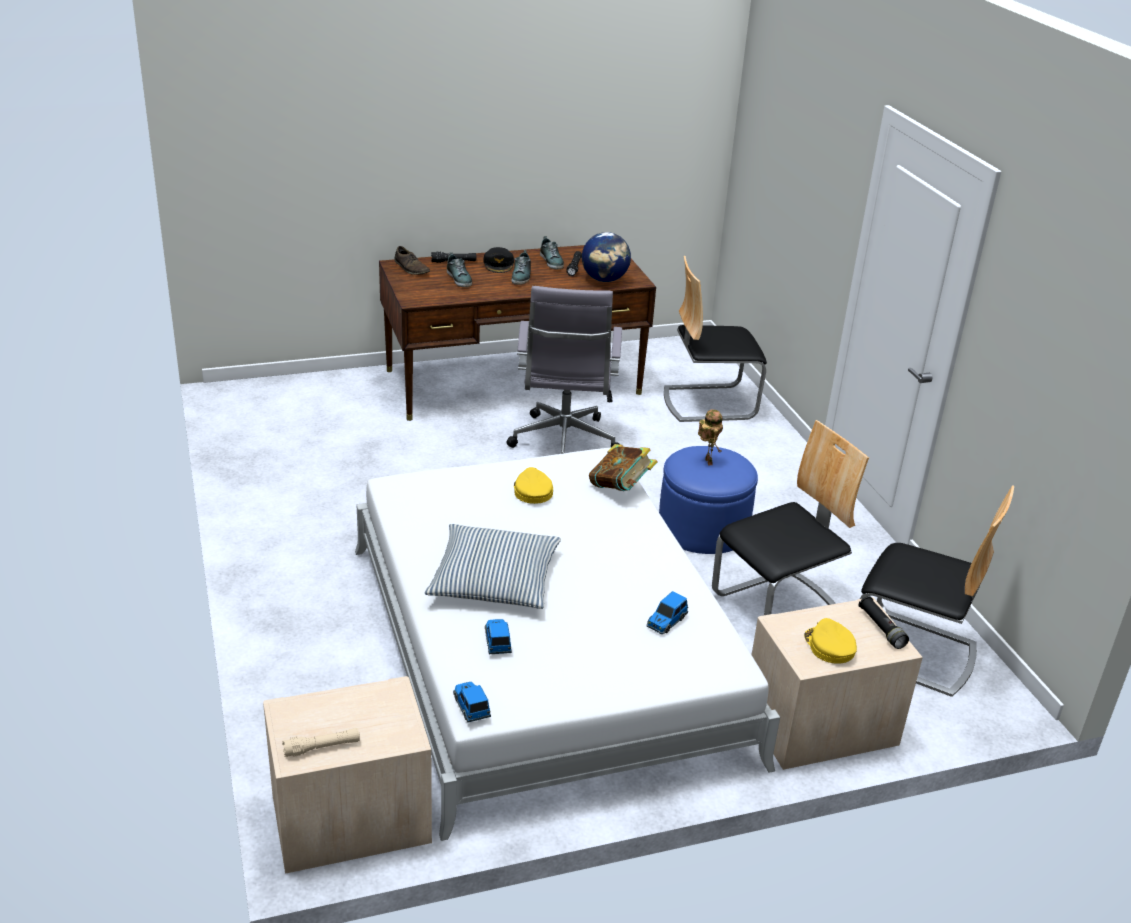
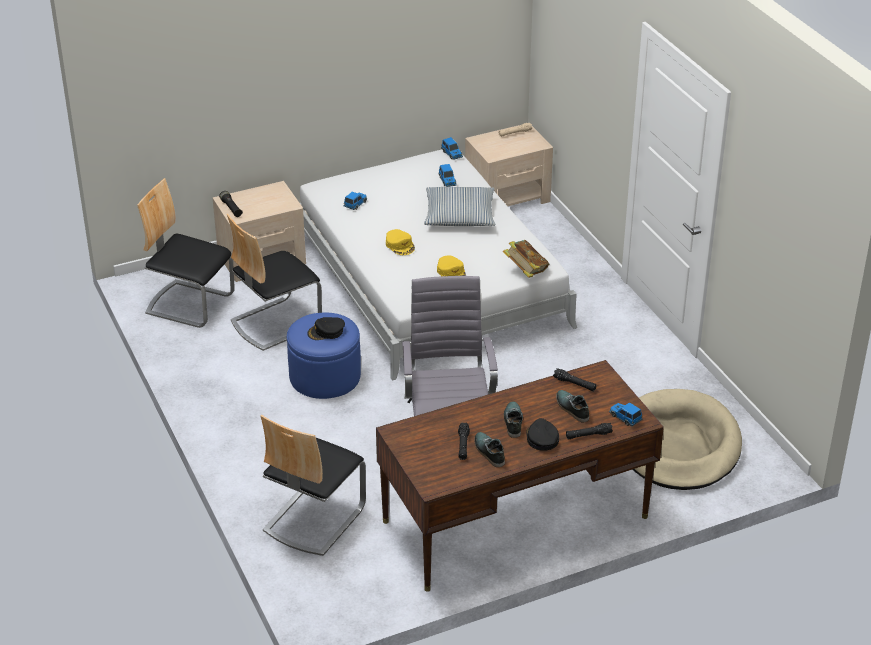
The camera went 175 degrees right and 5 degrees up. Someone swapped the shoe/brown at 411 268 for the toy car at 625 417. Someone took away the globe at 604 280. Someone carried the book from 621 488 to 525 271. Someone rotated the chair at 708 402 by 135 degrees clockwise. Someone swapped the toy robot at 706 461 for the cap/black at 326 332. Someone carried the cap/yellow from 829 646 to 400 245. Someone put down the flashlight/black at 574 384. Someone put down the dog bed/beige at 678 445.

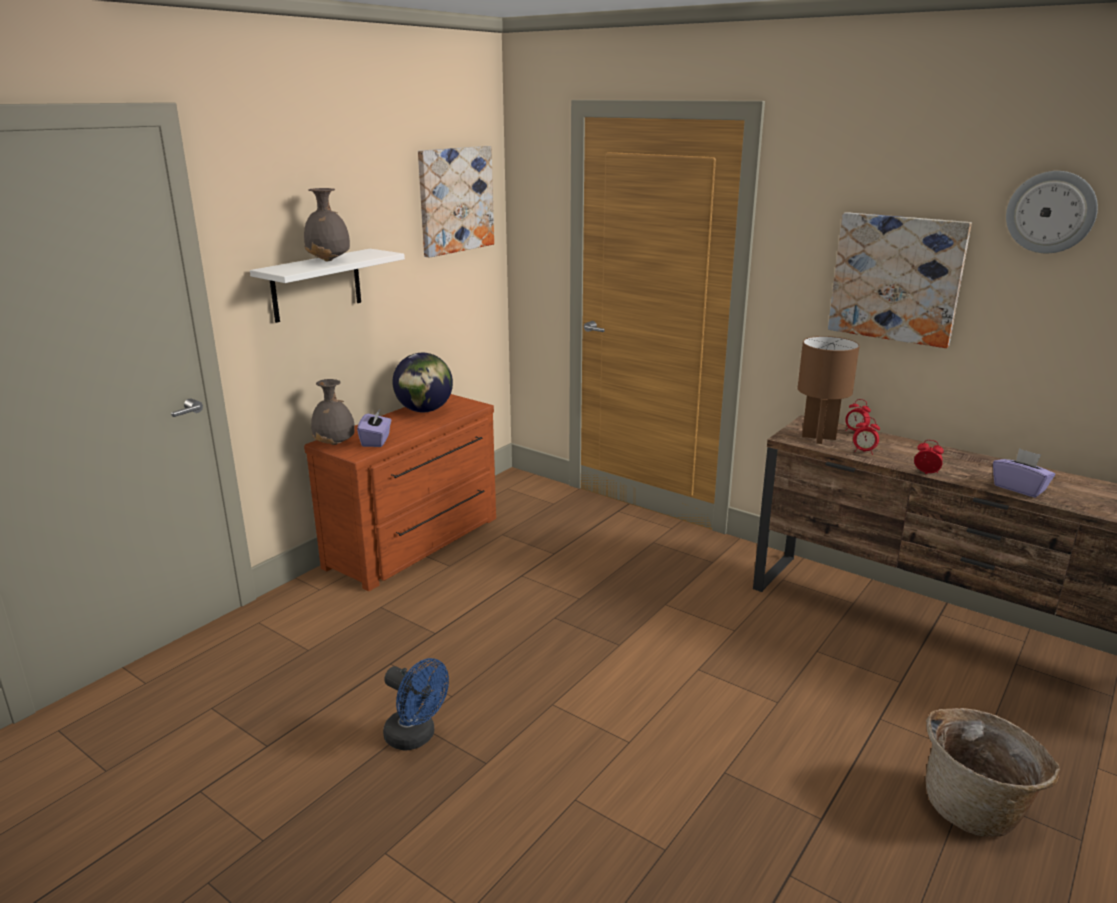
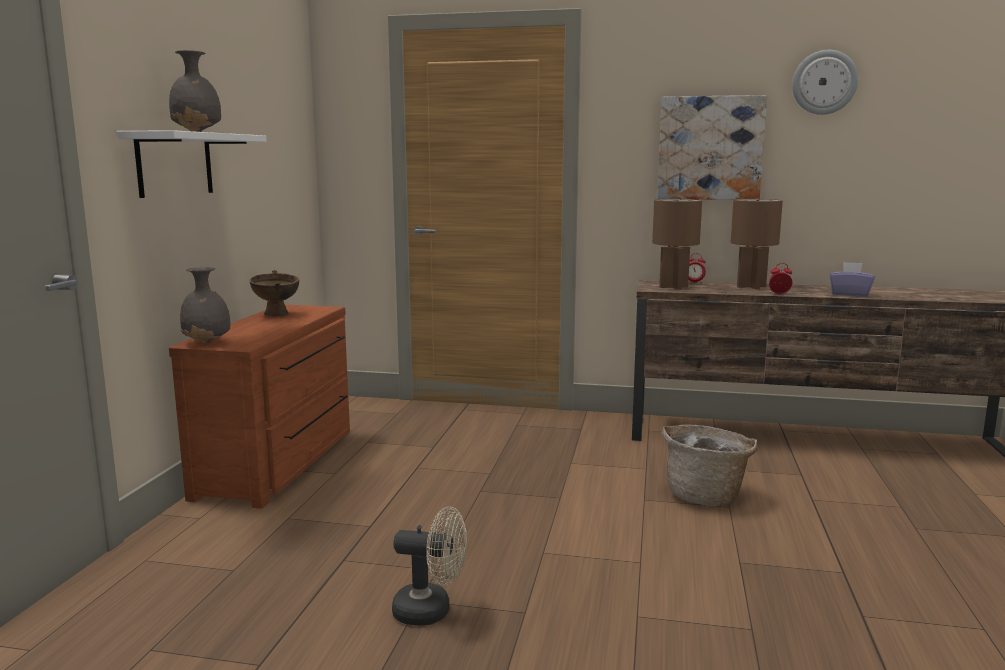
The camera went 25 degrees left and 10 degrees down. Someone took away the tissue box/purple at 376 441. Someone repainted the fan/blue at 416 737, which became the fan/beige at 431 611. Someone swapped the globe at 424 410 for the bowl/brown at 277 315. Someone took away the picture at 455 200. Someone took away the alarm clock at 864 451. Someone carried the basket from 976 807 to 706 495. Someone put down the table lamp/brown at 750 287.

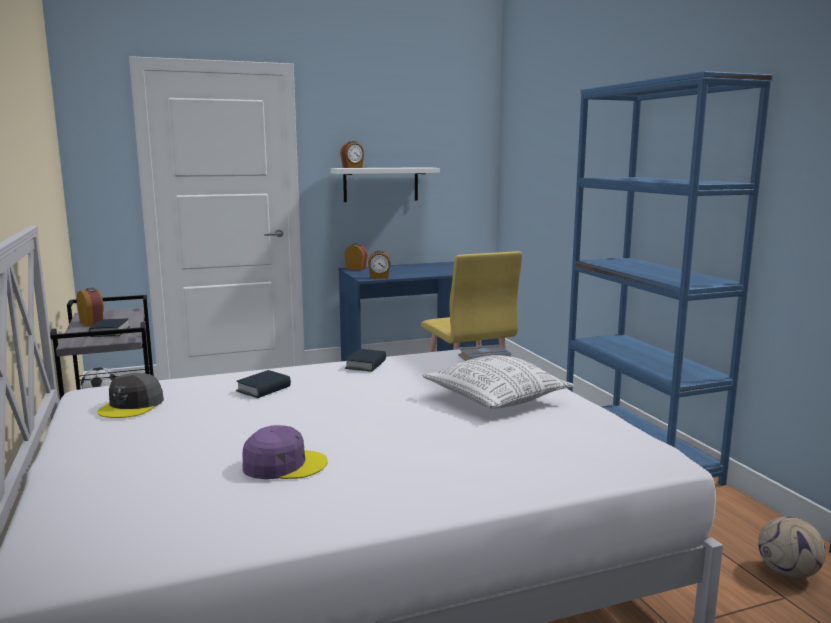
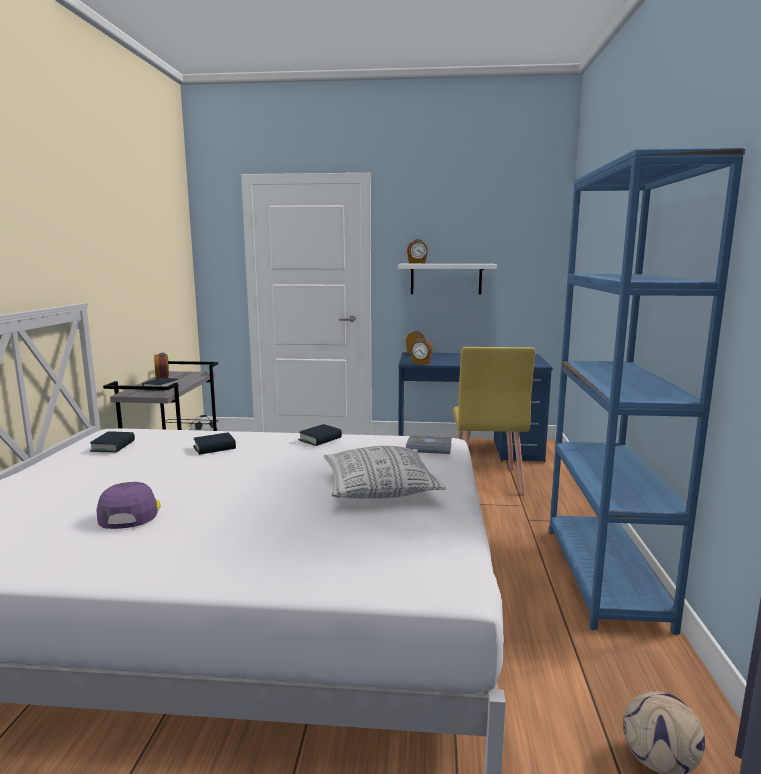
The camera went 25 degrees right and 0 degrees up. Someone swapped the cap/grey at 132 405 for the book at 113 446. Someone rotated the cap/purple at 283 464 by 120 degrees counterclockwise.

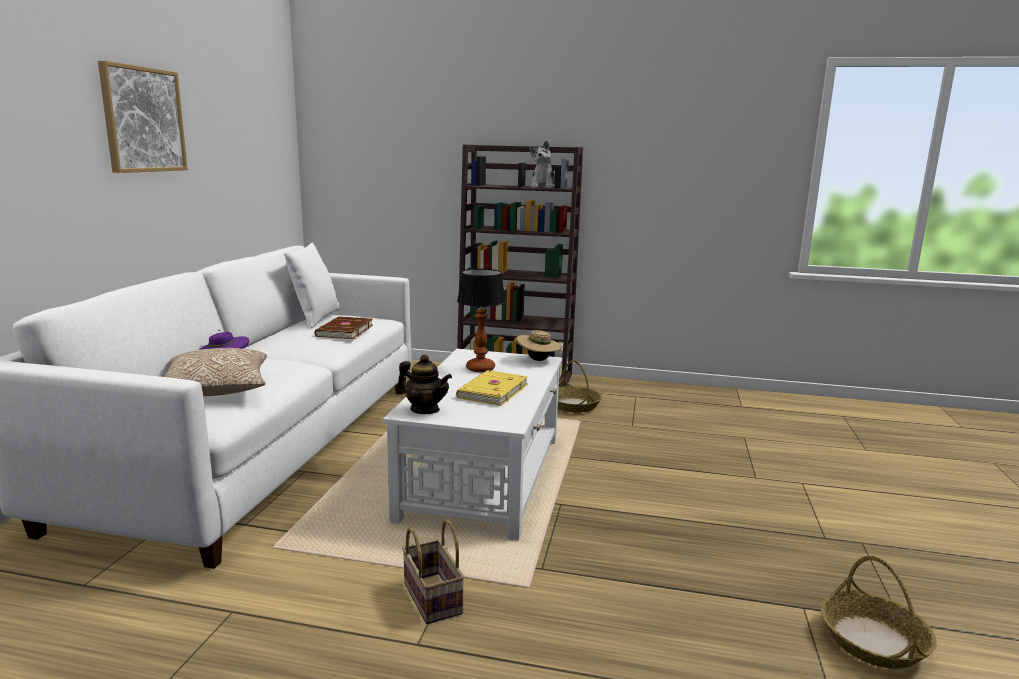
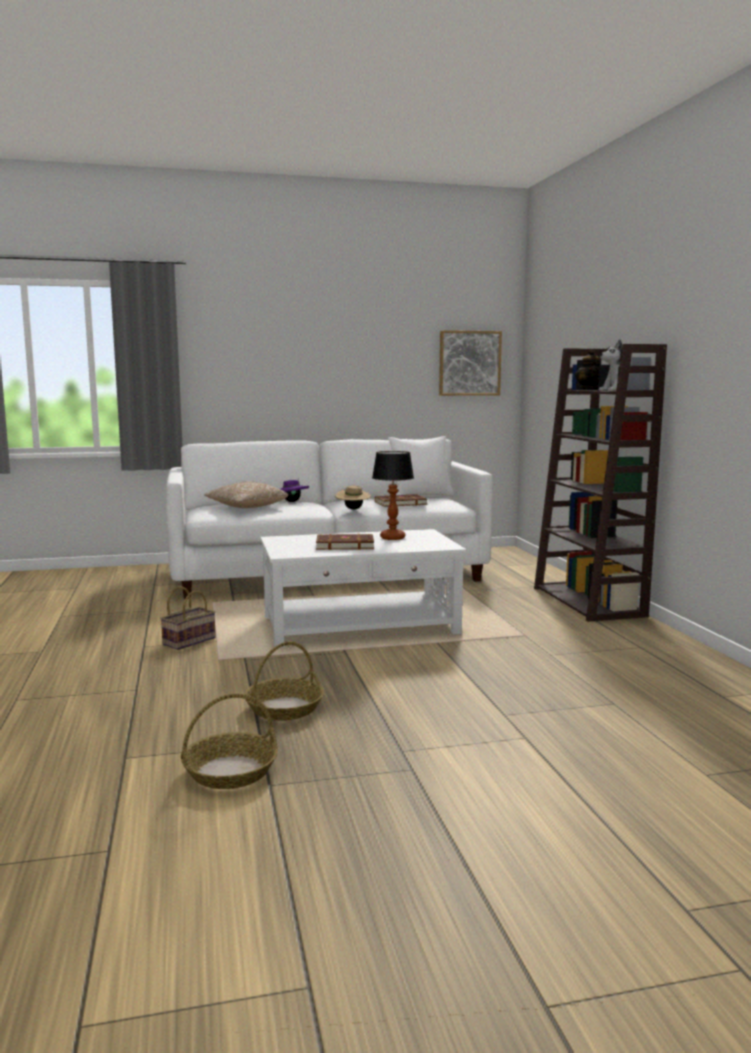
The camera went 65 degrees right and 5 degrees down. Someone carried the picture from 143 120 to 469 363. Someone carried the teapot from 425 410 to 589 390. Someone repainted the book/yellow at 491 391, which became the book/brown at 344 545. Someone carried the hat/beige from 538 360 to 353 509. Someone carried the basket from 574 405 to 284 708.

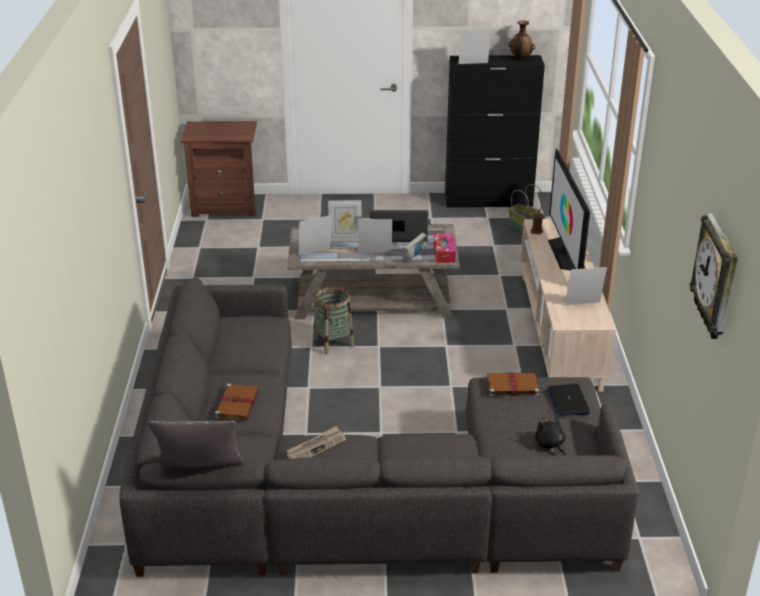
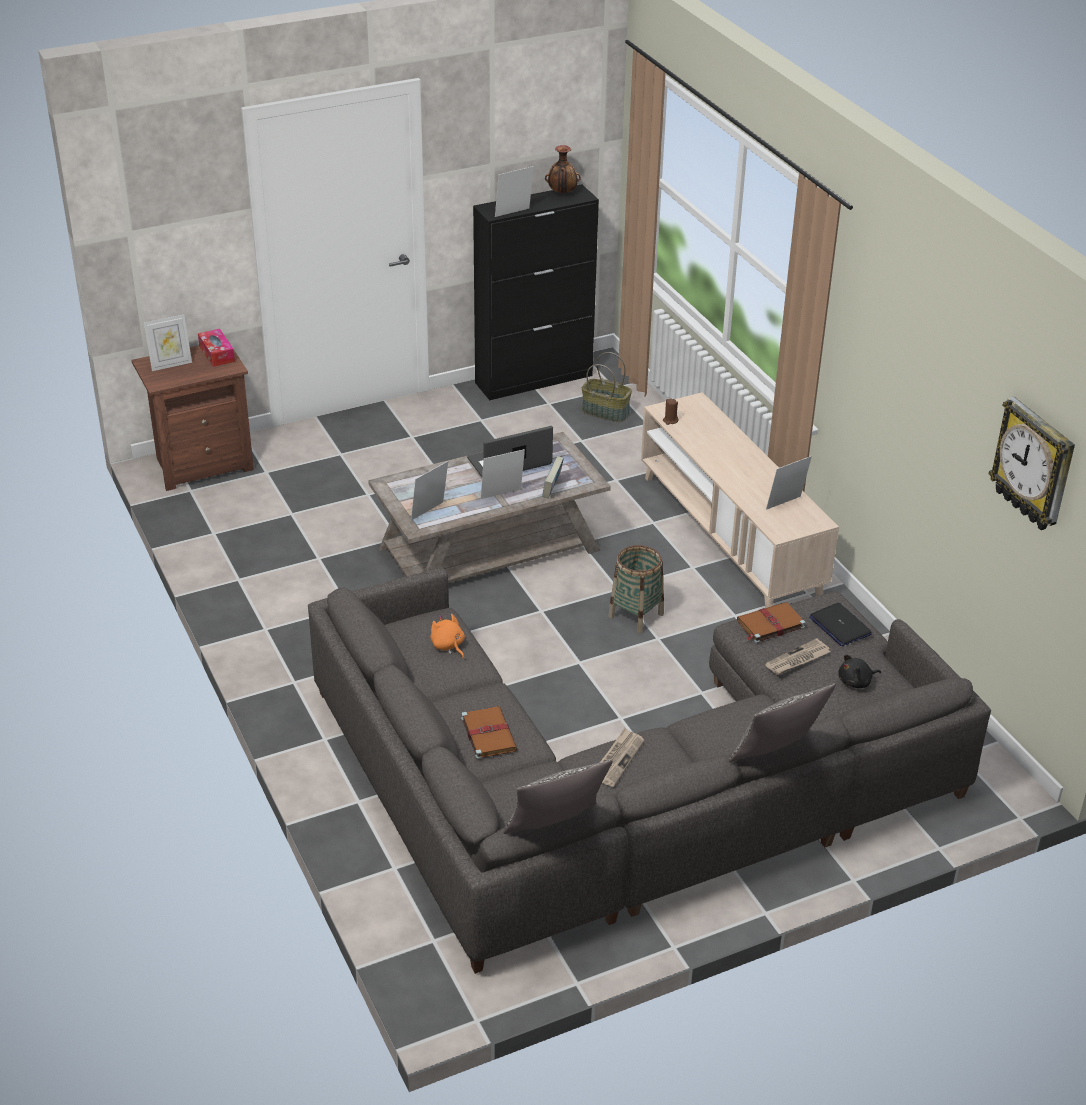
The camera went 25 degrees left and 5 degrees up. Someone carried the basket from 333 342 to 636 615. Someone carried the picture frame from 345 238 to 170 364. Someone carried the tissue box from 444 253 to 217 354. Someone rotated the plush toy/black at 550 445 by 60 degrees counterclockwise. Someone took away the television at 566 254. Someone put down the plush toy/orange at 448 646. Someone put down the pillow at 776 755. Someone put down the newspaper at 797 659.

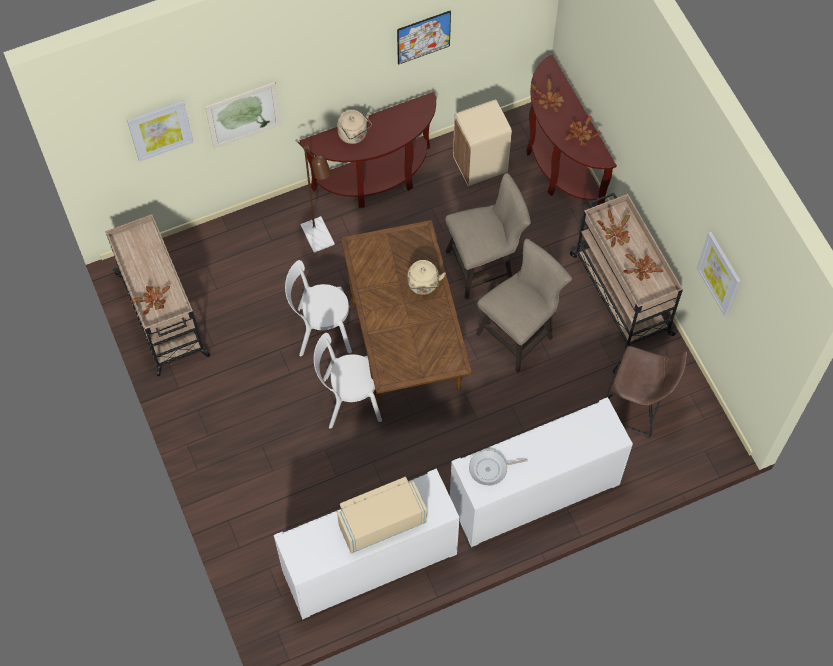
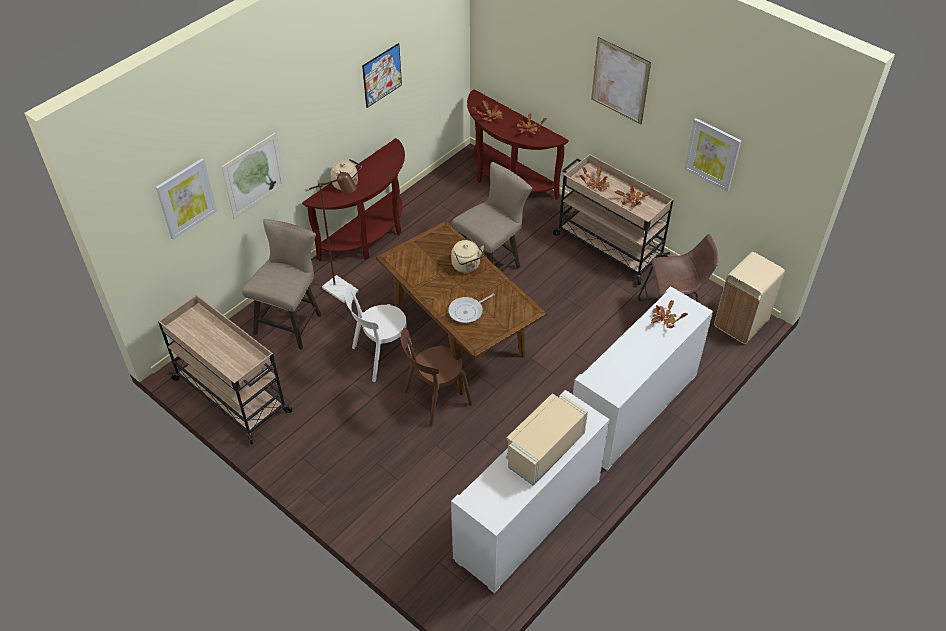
The camera went 25 degrees left and 15 degrees down. Someone carried the potted plant from 153 301 to 664 319. Someone repainted the chair/white at 348 400, which became the chair/brown at 435 399. Someone carried the trash can/beige from 480 165 to 741 324. Someone carried the frying pan from 490 469 to 467 311. Someone carried the stool/beige from 519 333 to 291 321. Someone put up the picture at 620 81.

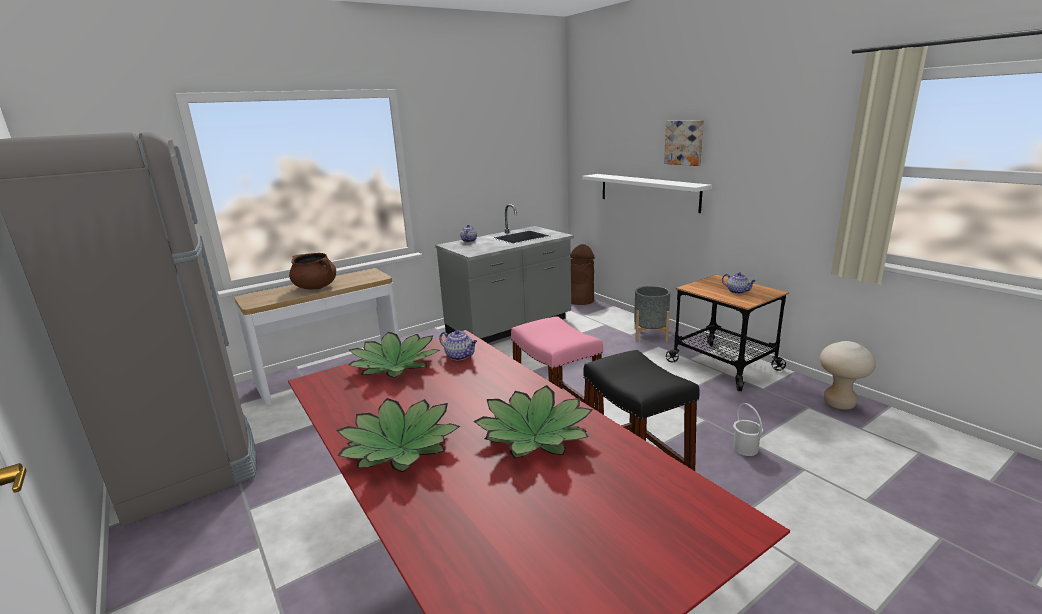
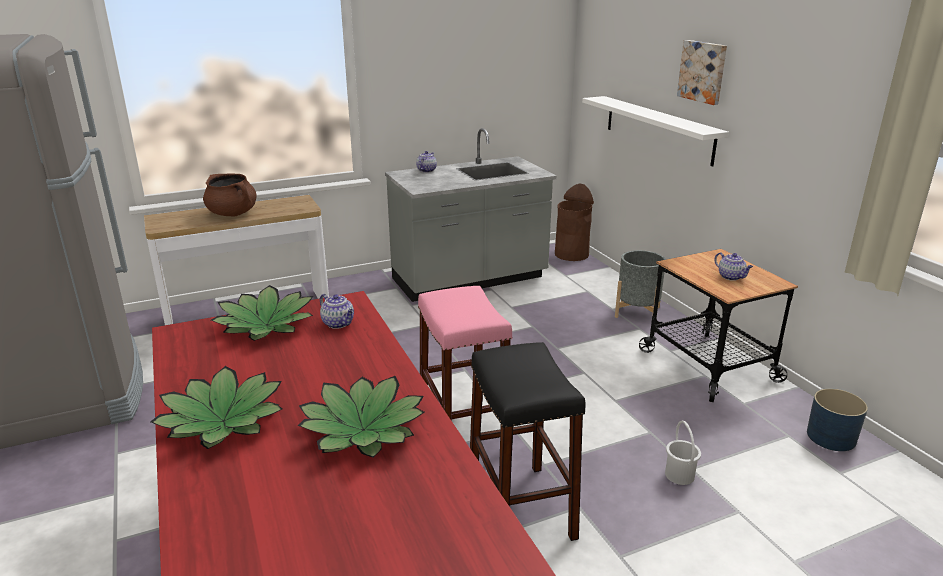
The camera went 10 degrees right and 5 degrees up. Someone swapped the stool/beige at 839 404 for the planter/blue at 831 437.

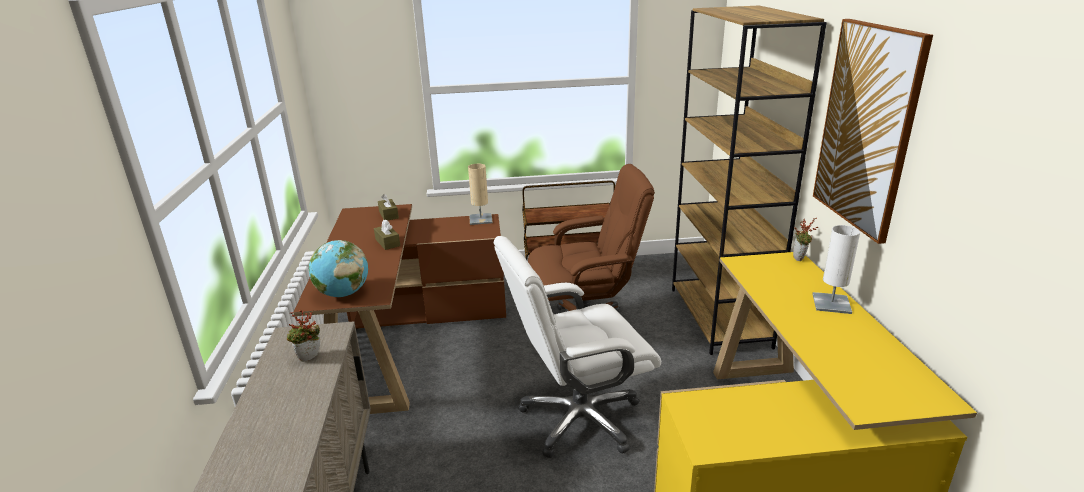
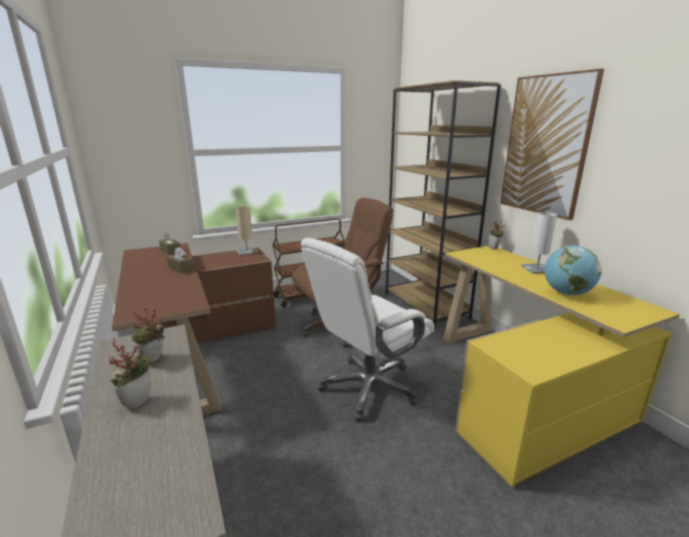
The camera went 20 degrees left and 5 degrees down. Someone carried the globe from 343 294 to 566 293. Someone put down the potted plant at 137 401.

